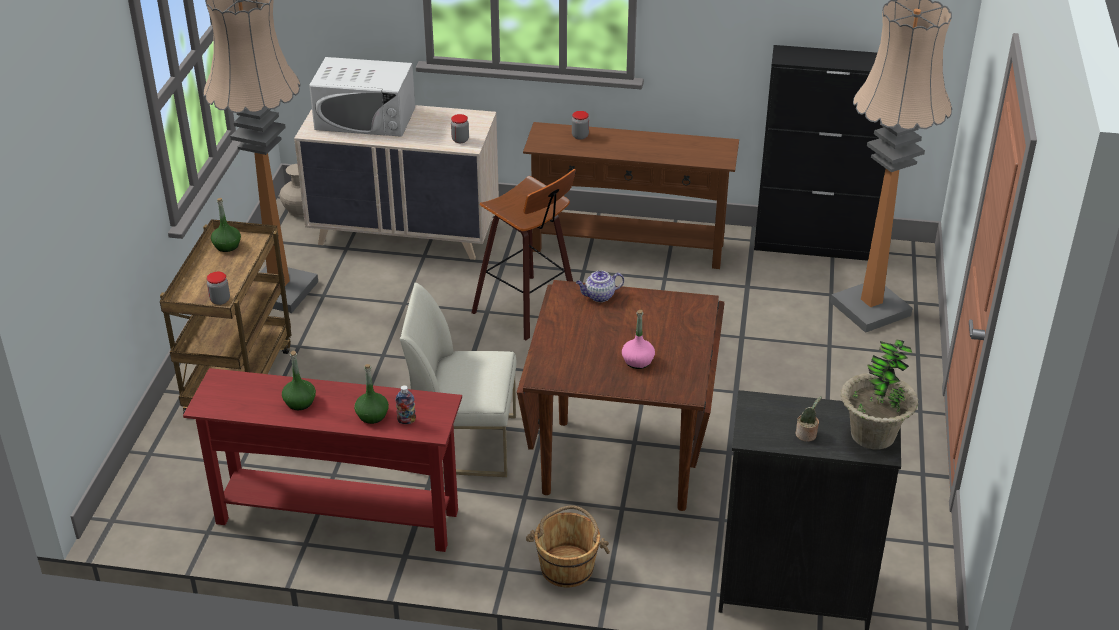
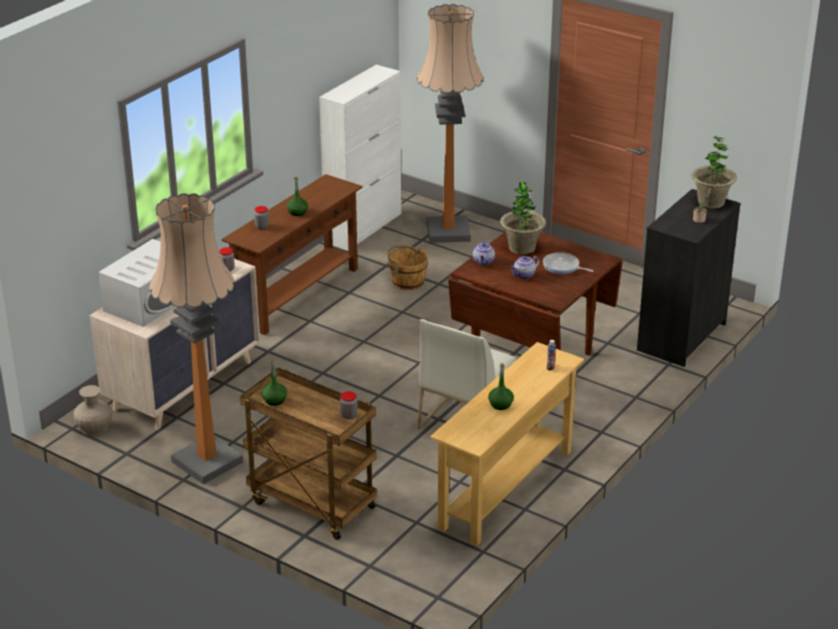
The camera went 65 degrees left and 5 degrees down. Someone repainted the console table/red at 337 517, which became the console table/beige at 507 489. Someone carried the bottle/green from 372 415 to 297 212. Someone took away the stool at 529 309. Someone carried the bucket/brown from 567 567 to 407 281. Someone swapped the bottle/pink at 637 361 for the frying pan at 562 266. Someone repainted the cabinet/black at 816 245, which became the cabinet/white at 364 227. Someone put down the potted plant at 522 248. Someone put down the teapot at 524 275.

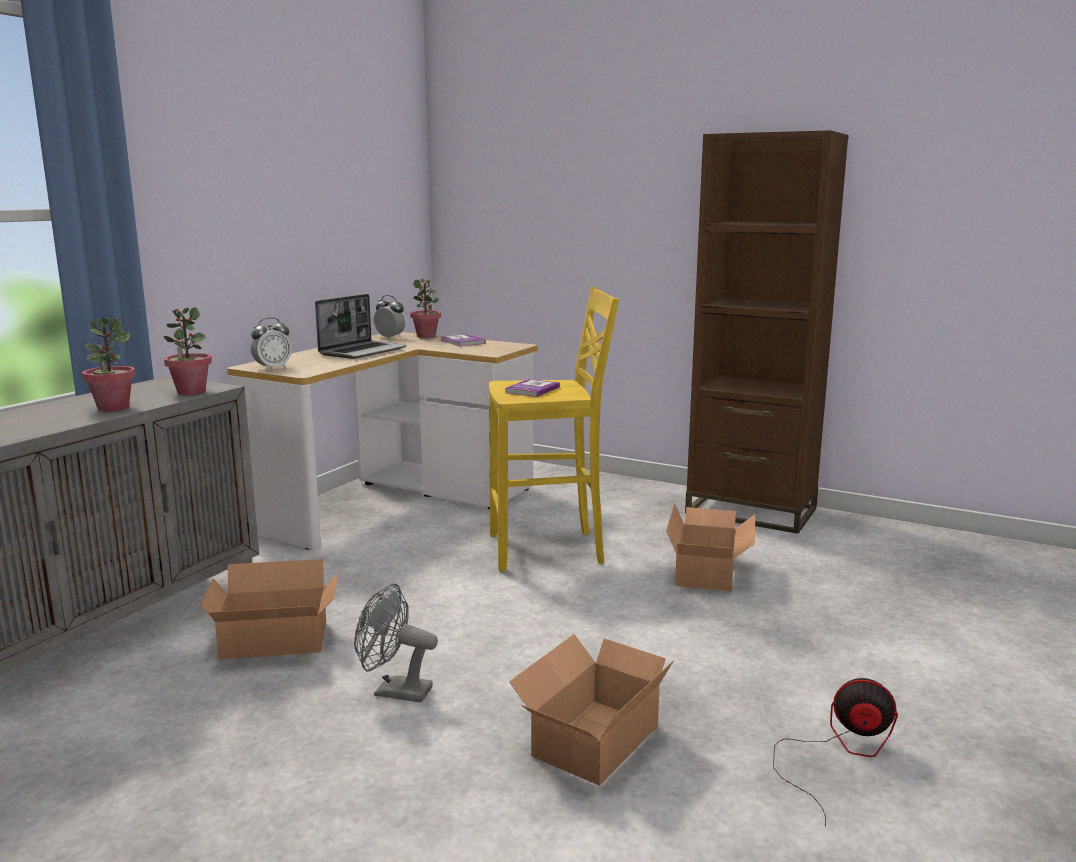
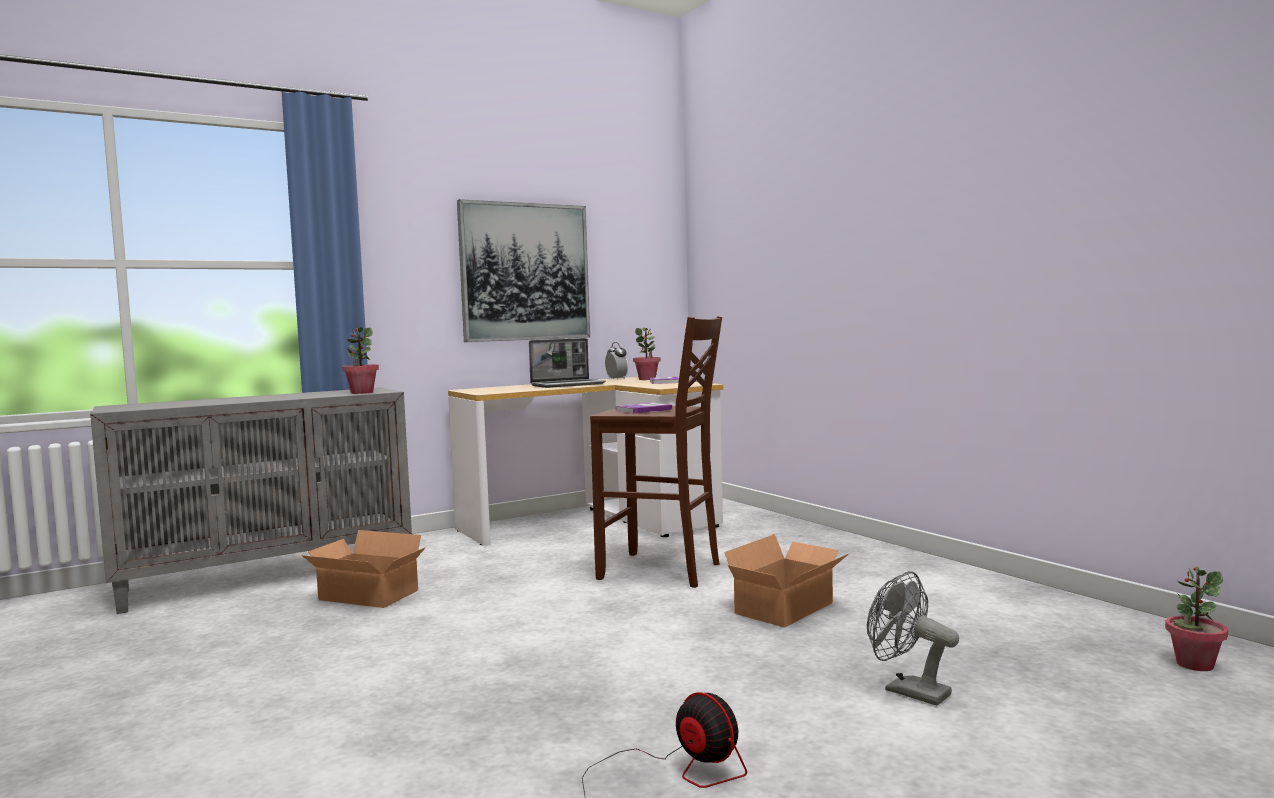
The camera went 30 degrees right and 10 degrees down. Someone carried the potted plant from 113 407 to 1194 664. Someone took away the alarm clock at 272 368. Someone carried the fan/grey from 394 691 to 908 691. Someone repainted the stool/yellow at 549 550, which became the stool/brown at 663 571. Someone took away the cardboard box at 590 740. Someone took away the bookcase/brown at 751 511. Someone put up the picture at 525 272.

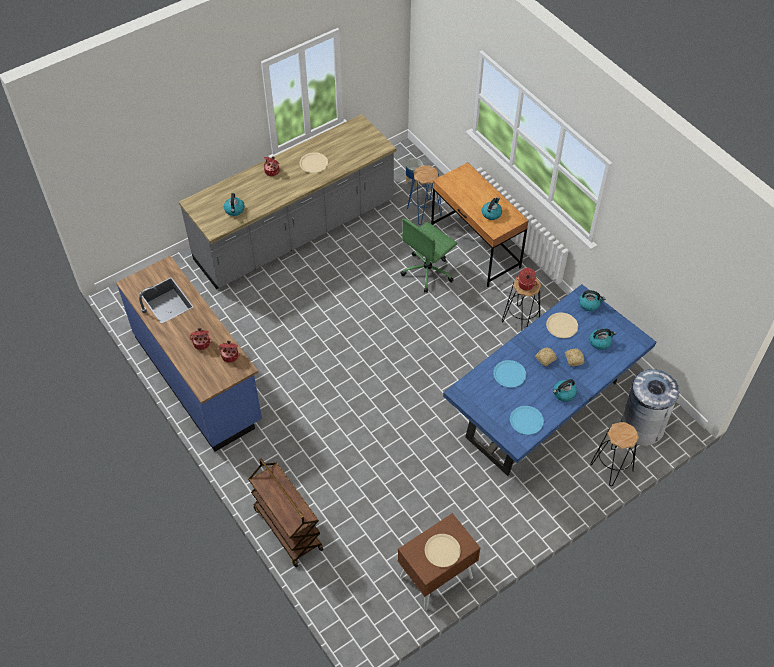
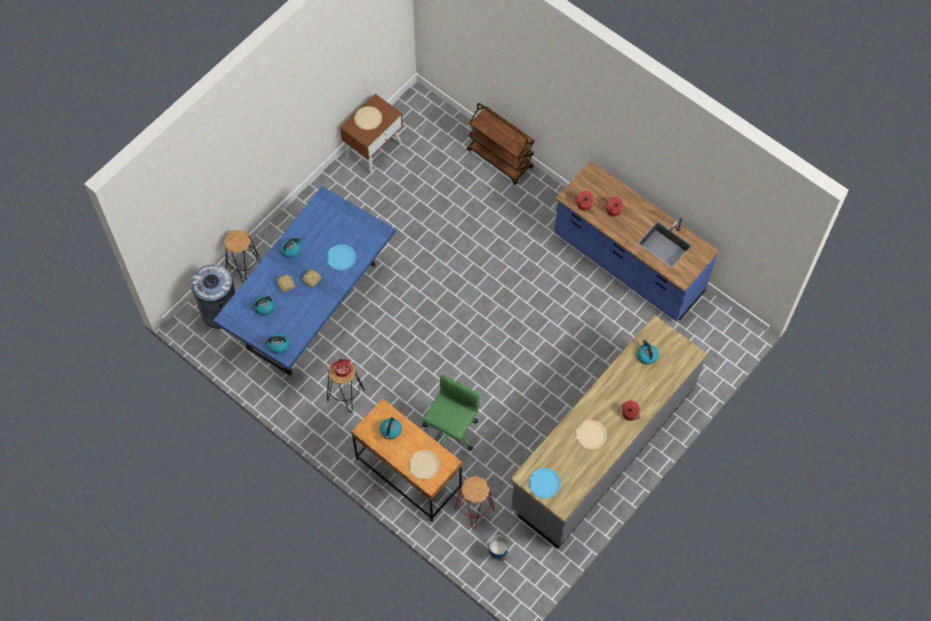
The camera went 165 degrees right and 10 degrees up. Someone repainted the stool/blue at 424 212, which became the stool/red at 474 509. Someone carried the plate/blue from 526 420 to 544 483. Someone carried the plate/beige from 562 326 to 424 465.

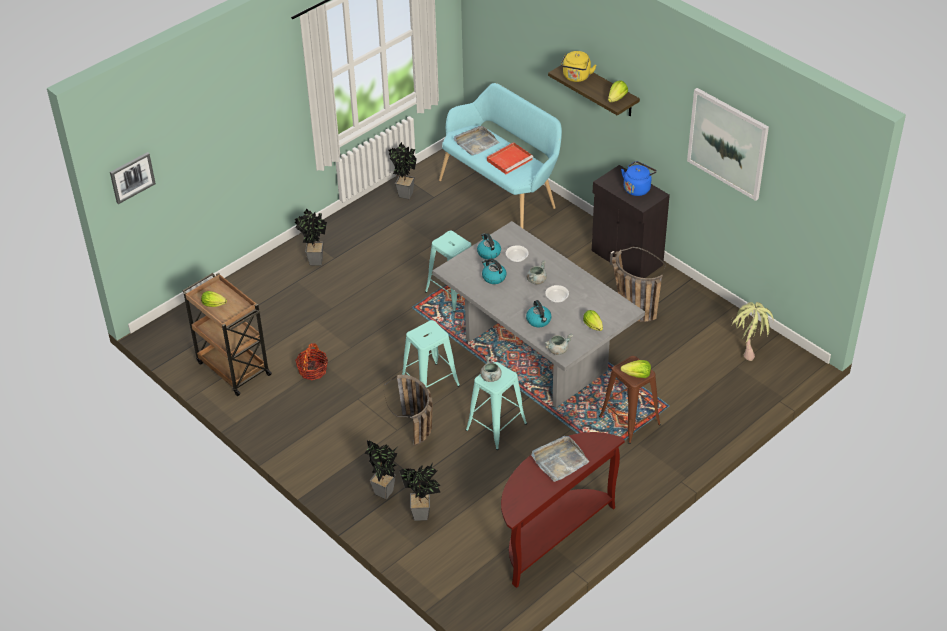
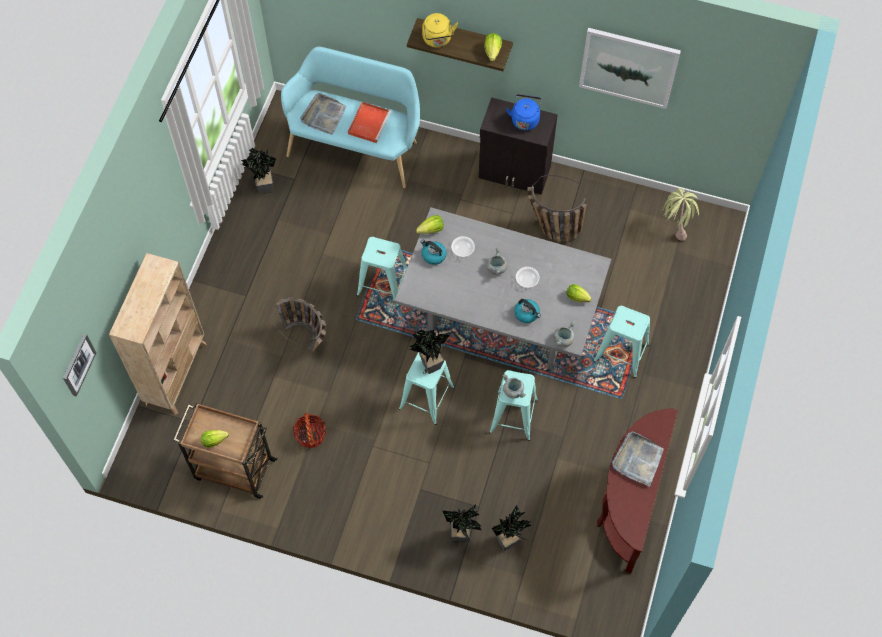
The camera went 30 degrees left and 20 degrees up. Someone carried the potted plant from 313 260 to 428 365. Someone carried the basket from 417 436 to 309 341. Someone took away the kettle at 493 277. Someone repainted the stool/brown at 629 420, which became the stool/turquoise at 621 353. Someone carried the lettuce from 637 375 to 431 230. Someone put down the bookcase/beige at 177 373.

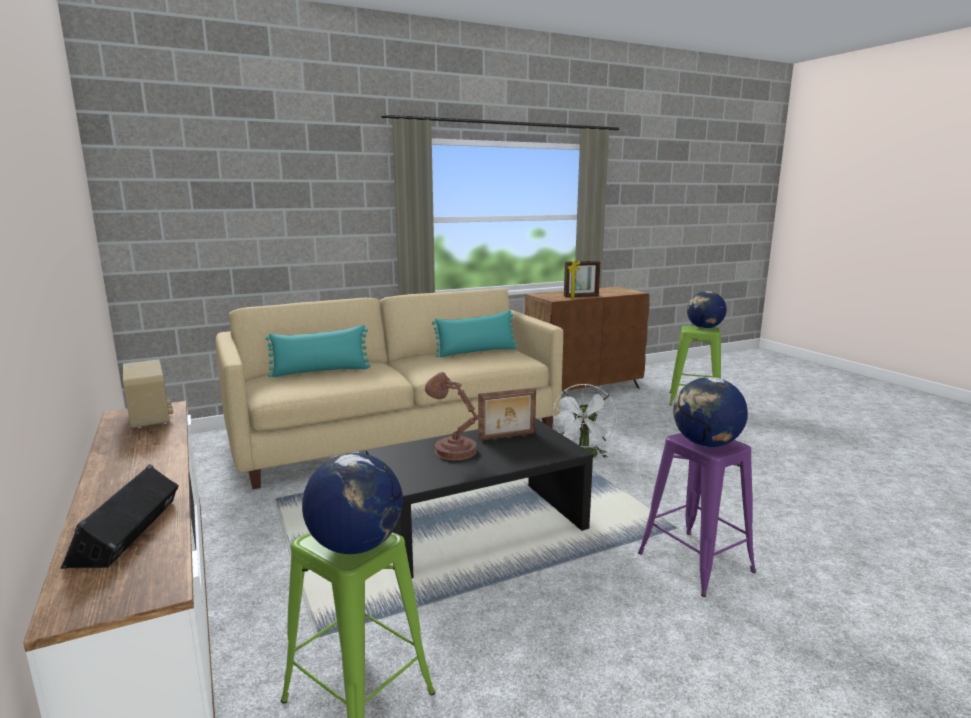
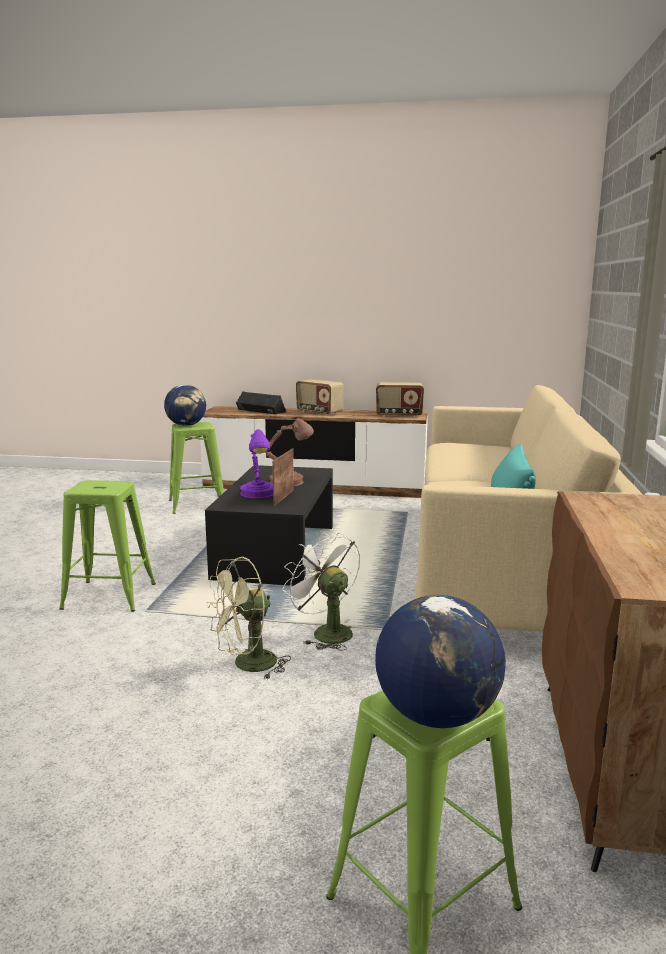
The camera went 125 degrees right and 0 degrees up. Someone took away the pillow/turquoise at 321 371. Someone took away the picture frame at 581 297. Someone repainted the stool/purple at 695 563, which became the stool/green at 108 596. Someone took away the globe at 706 444. Someone put down the fan/green at 247 665. Someone put down the table lamp/purple at 258 494. Someone put down the radio at 319 412.

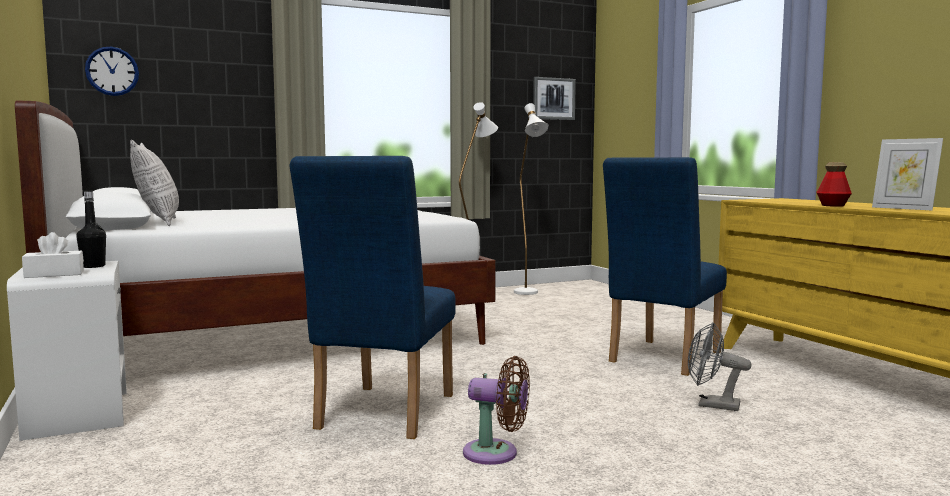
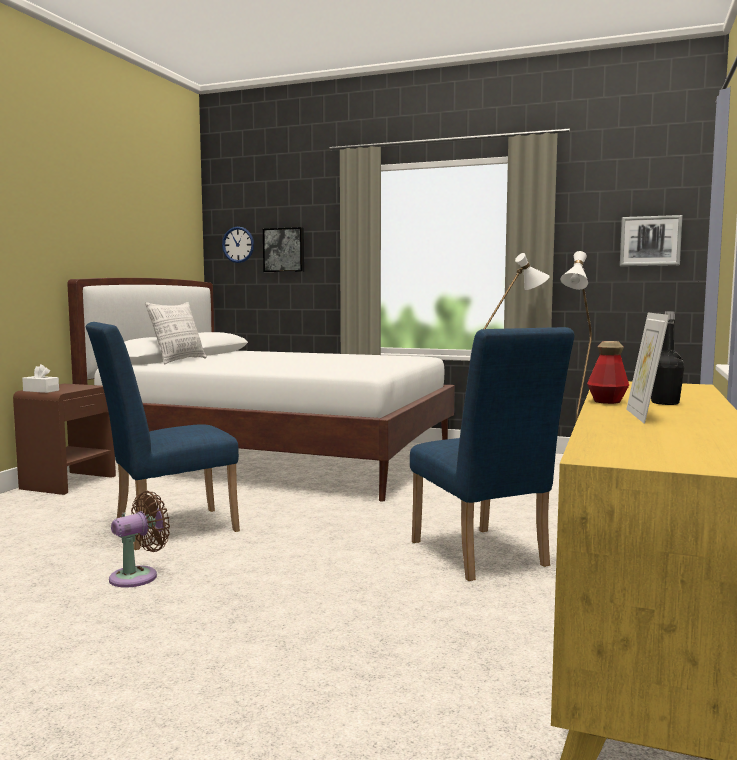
The camera went 45 degrees right and 0 degrees up. Someone repainted the nightstand/white at 78 413, which became the nightstand/brown at 69 482. Someone carried the bottle/black from 93 266 to 665 403. Someone rotated the fan/brown at 496 454 by 105 degrees counterclockwise. Someone rotated the chair/blue at 660 359 by 105 degrees counterclockwise. Someone took away the fan/grey at 711 405. Someone put up the picture at 284 250.

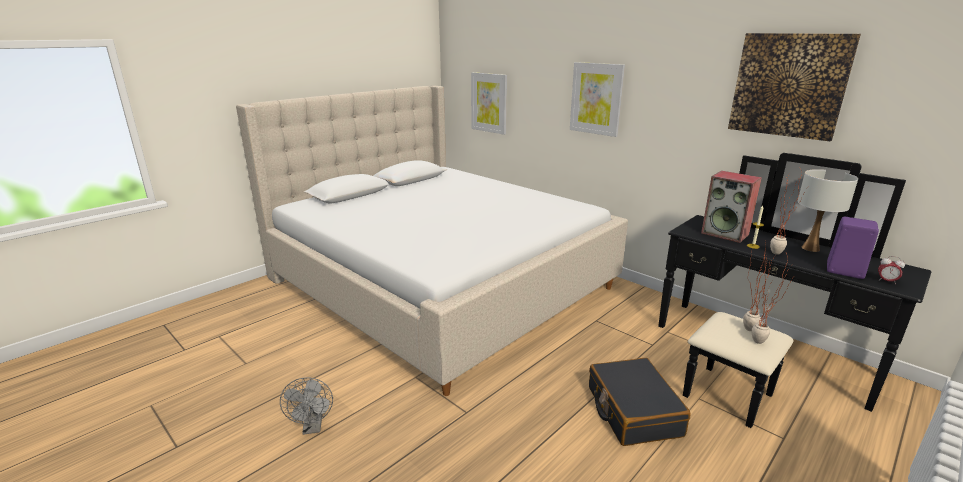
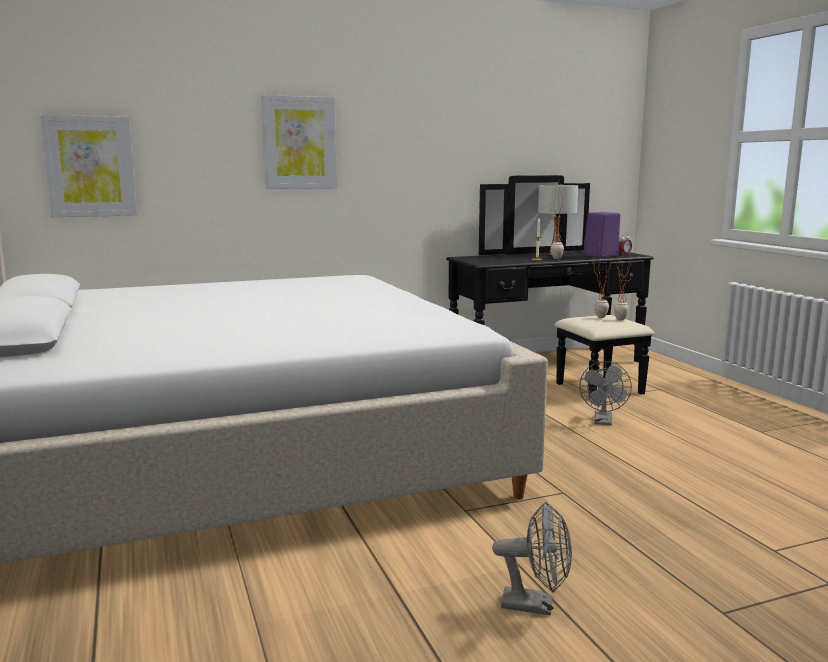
The camera went 65 degrees left and 10 degrees down. Someone swapped the suitcase/black at 633 411 for the fan/grey at 603 422. Someone took away the speaker at 725 234. Someone took away the picture at 788 85.

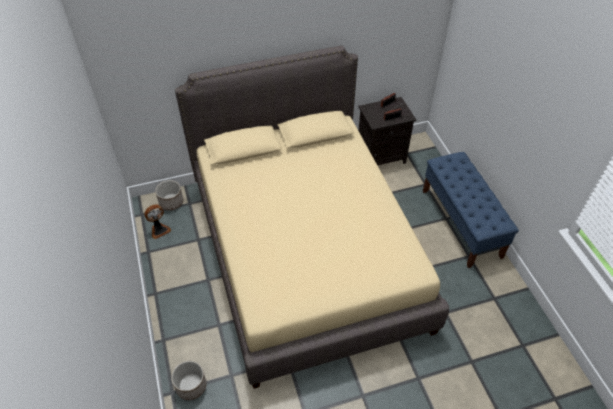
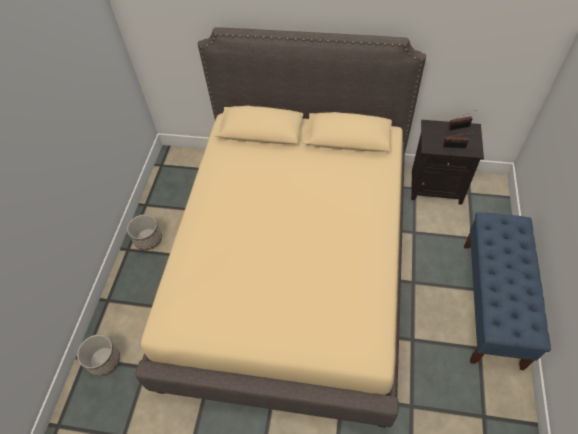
The camera went 30 degrees right and 5 degrees up. Someone took away the fan at 159 230. Someone carried the planter from 171 202 to 148 239.

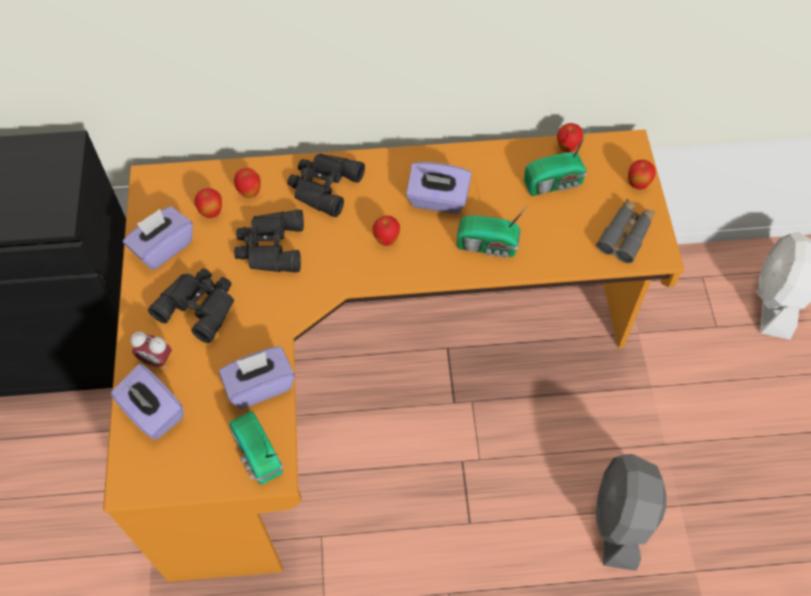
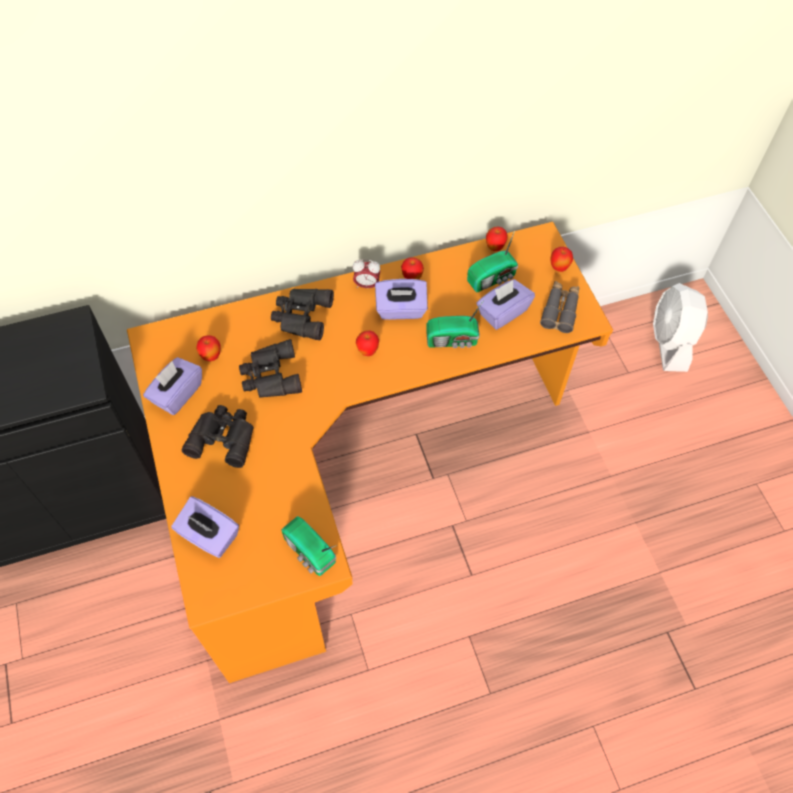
The camera went 15 degrees left and 0 degrees up. Someone carried the alarm clock from 156 360 to 366 285. Someone carried the tissue box/purple from 260 385 to 502 312. Someone carried the apple from 250 193 to 412 278. Someone took away the fan/grey at 621 519.

